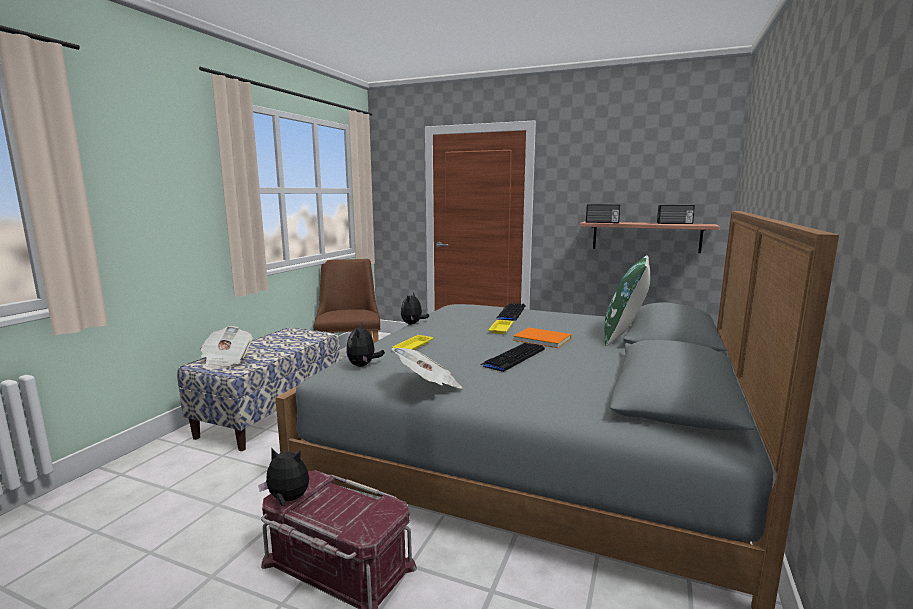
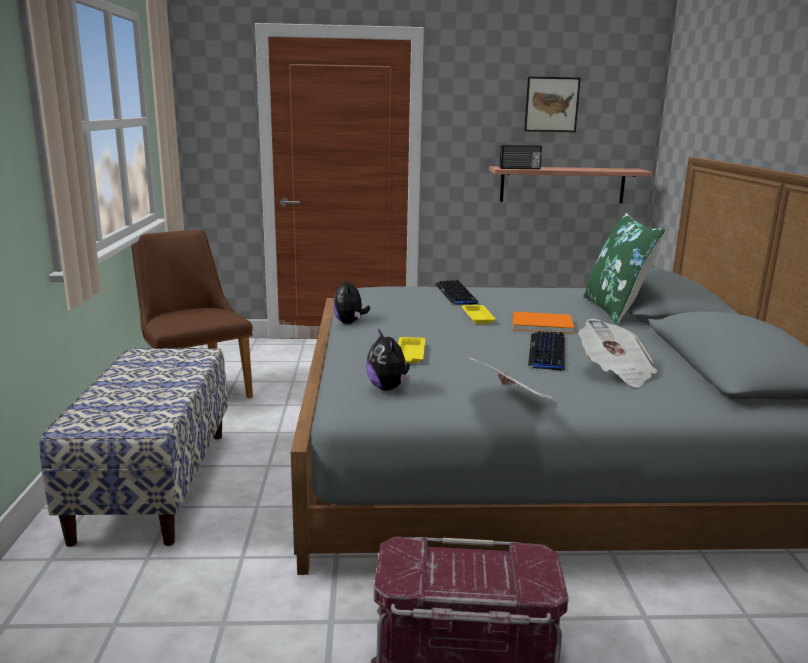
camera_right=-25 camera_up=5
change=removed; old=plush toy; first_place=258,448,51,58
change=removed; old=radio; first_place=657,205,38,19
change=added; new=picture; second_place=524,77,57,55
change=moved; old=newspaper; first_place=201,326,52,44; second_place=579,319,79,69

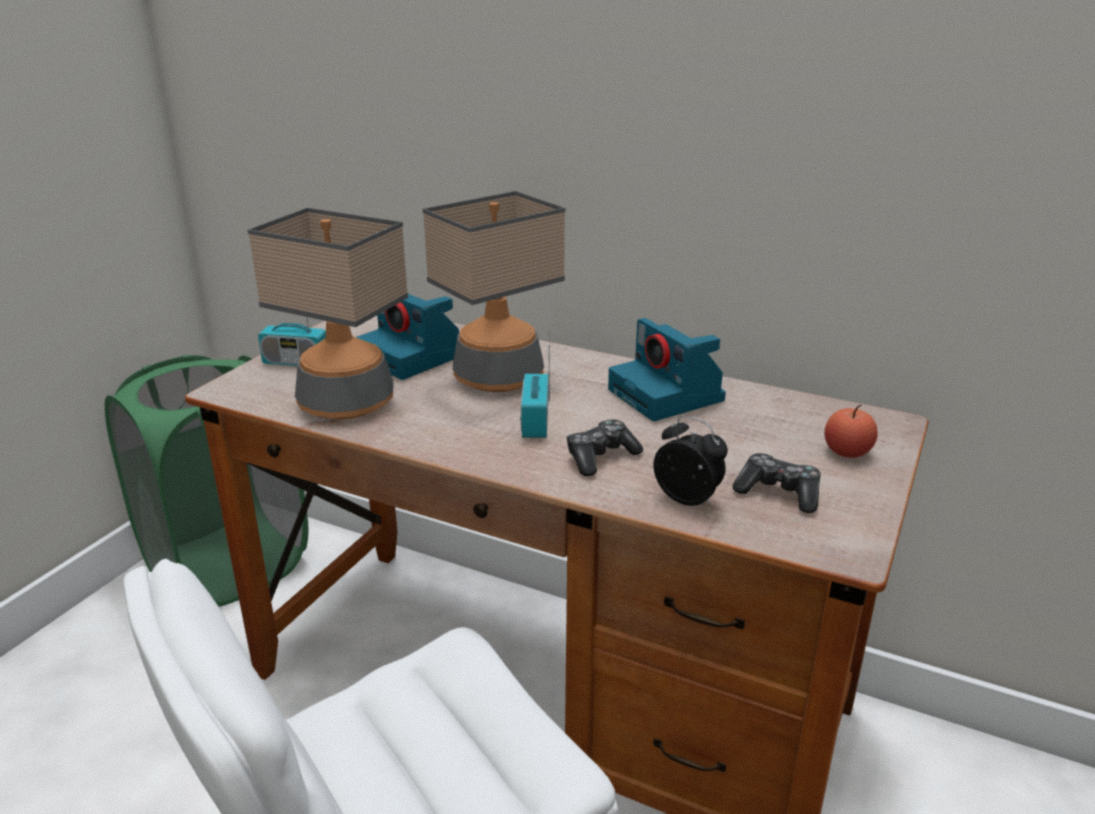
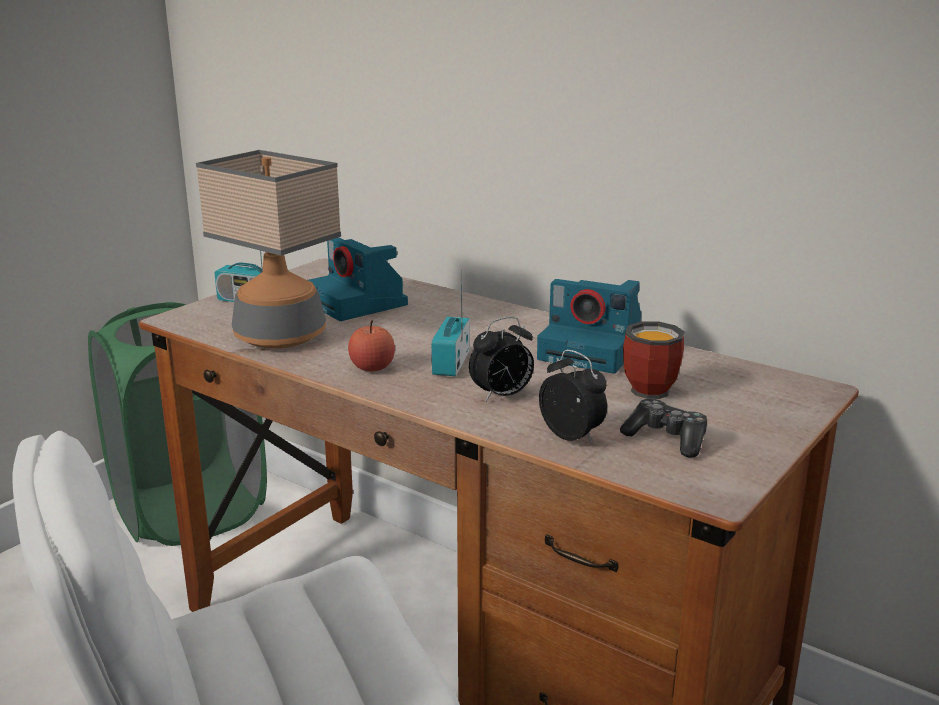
camera_right=10 camera_up=-5
change=removed; old=table lamp; first_place=423,191,142,201
change=added; new=mug; second_place=623,322,62,77
change=moved; old=apple; first_place=825,405,53,53; second_place=348,320,47,51
change=replaced; old=game controller; new=alarm clock; first_place=567,419,76,57; second_place=469,317,65,85
change=turned; old=photo camera; first_place=608,318,118,103; second_place=537,279,104,95; degrees=-45

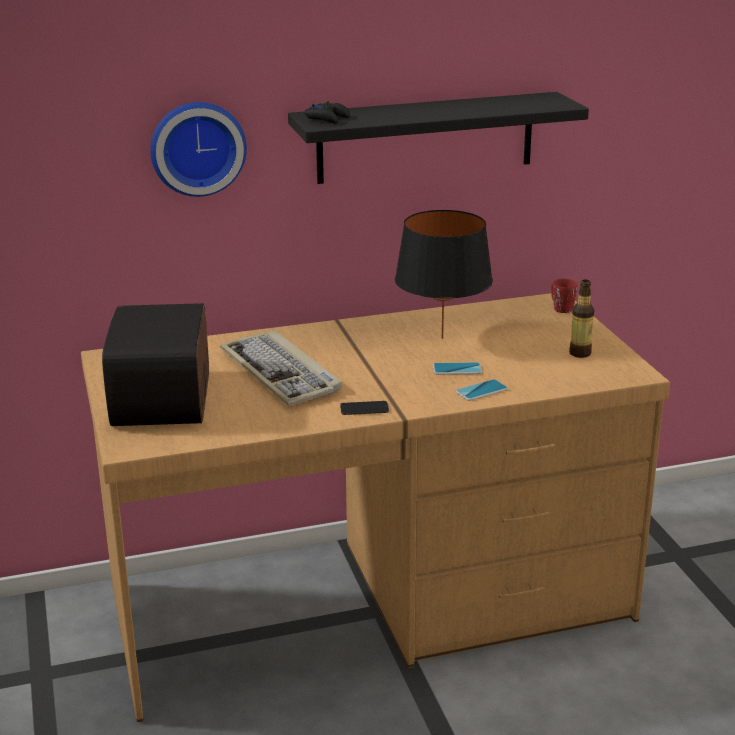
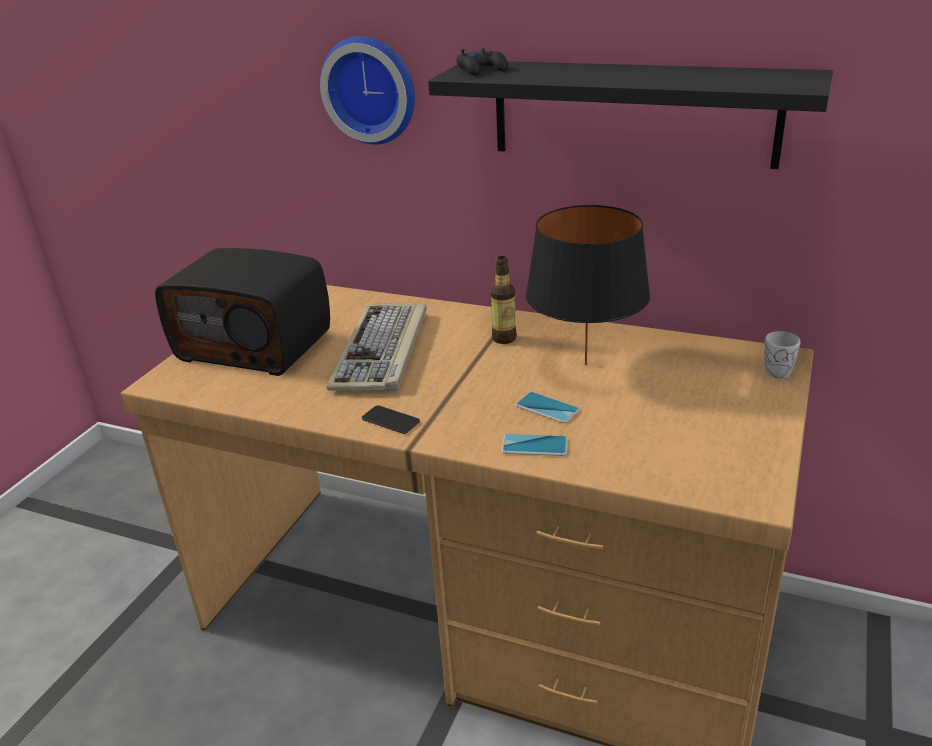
camera_right=40 camera_up=5
change=moved; old=bottle; first_place=569,280,25,78; second_place=491,256,26,88
change=recoloured; old=red mug; new=white mug; first_place=551,279,27,34; second_place=764,331,37,48
change=turned; old=radio; first_place=102,303,107,123; second_place=155,248,175,128; degrees=-105

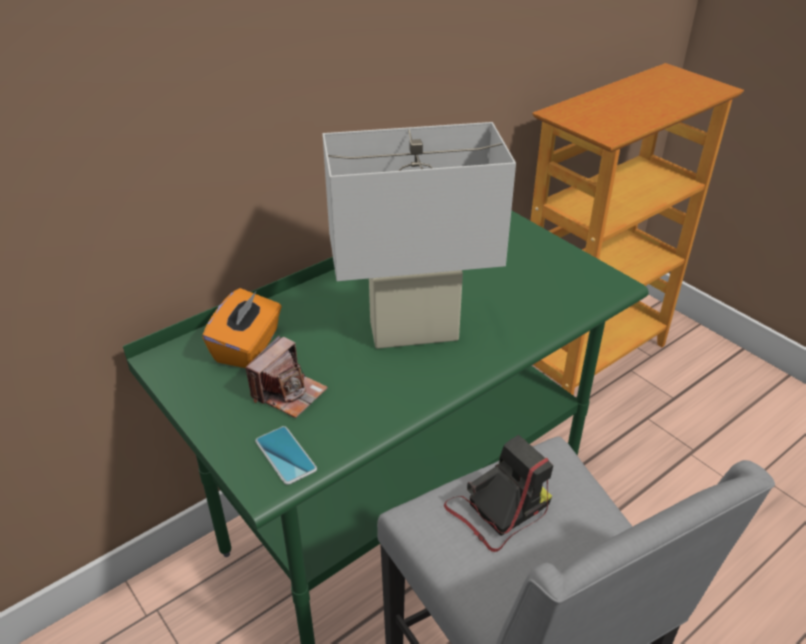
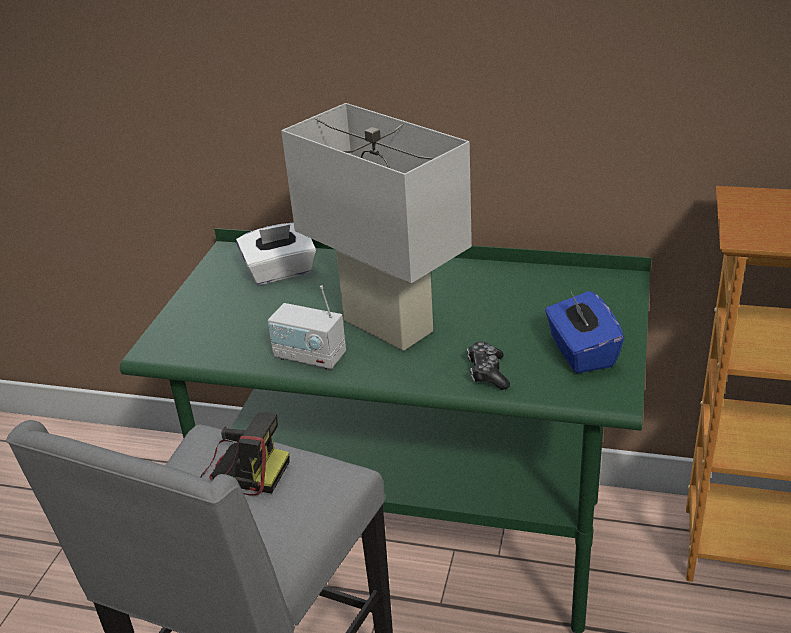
camera_right=55 camera_up=-5
change=removed; old=photo camera; first_place=245,336,83,82
change=removed; old=phone; first_place=255,426,62,59
change=added; new=radio; second_place=268,286,78,83
change=added; new=game controller; second_place=467,342,43,48
change=added; new=blue tissue box; second_place=545,290,79,83
change=recoloured; old=orange tissue box; new=white tissue box; first_place=202,288,80,80; second_place=236,223,80,62

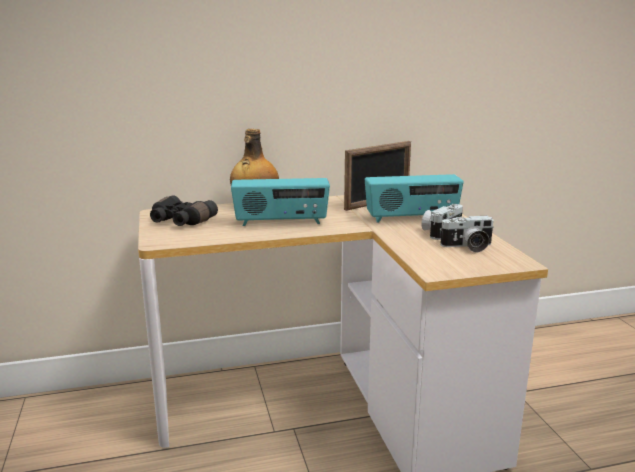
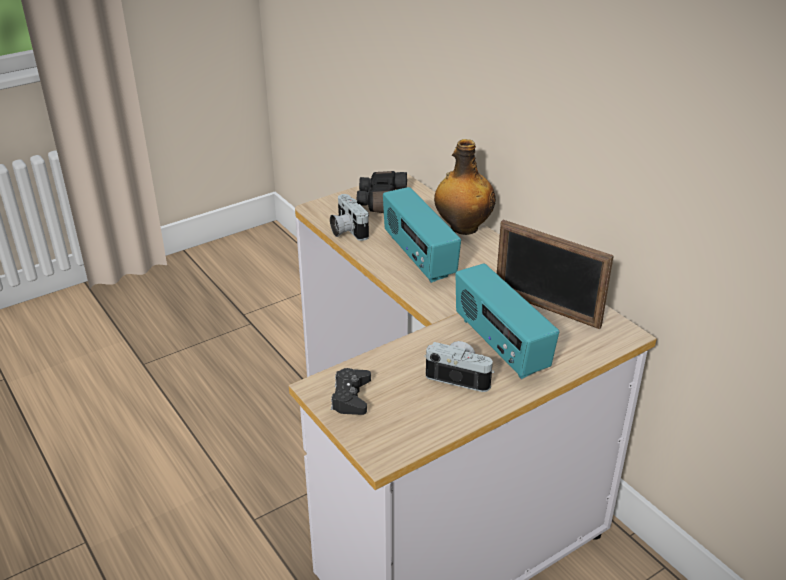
camera_right=70 camera_up=15
change=added; new=black game controller; second_place=331,368,40,47
change=moved; old=photo camera; first_place=440,216,54,37; second_place=330,194,39,47

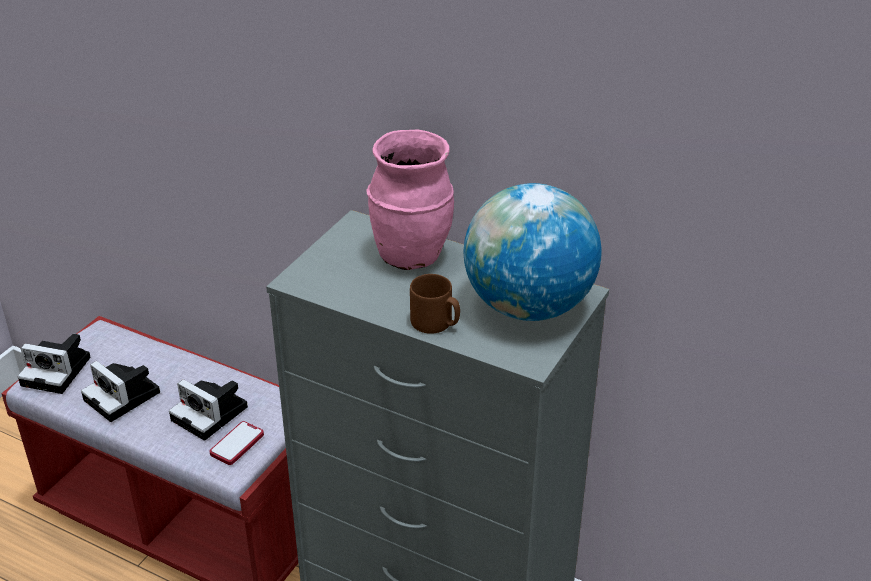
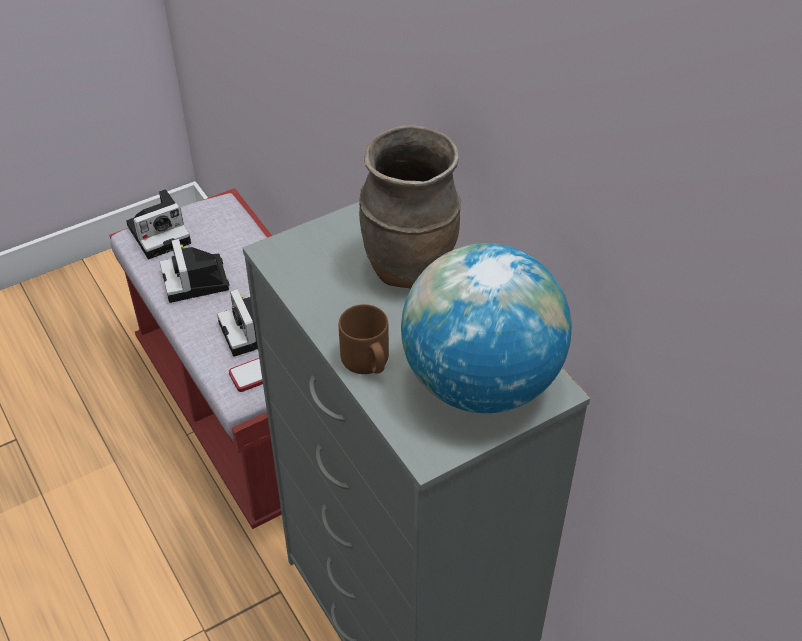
camera_right=30 camera_up=10
change=recoloured; old=pink vase; new=brown vase; first_place=366,130,88,140; second_place=359,125,102,163
change=turned; old=photo camera; first_place=17,334,74,60; second_place=126,189,65,70; degrees=-75

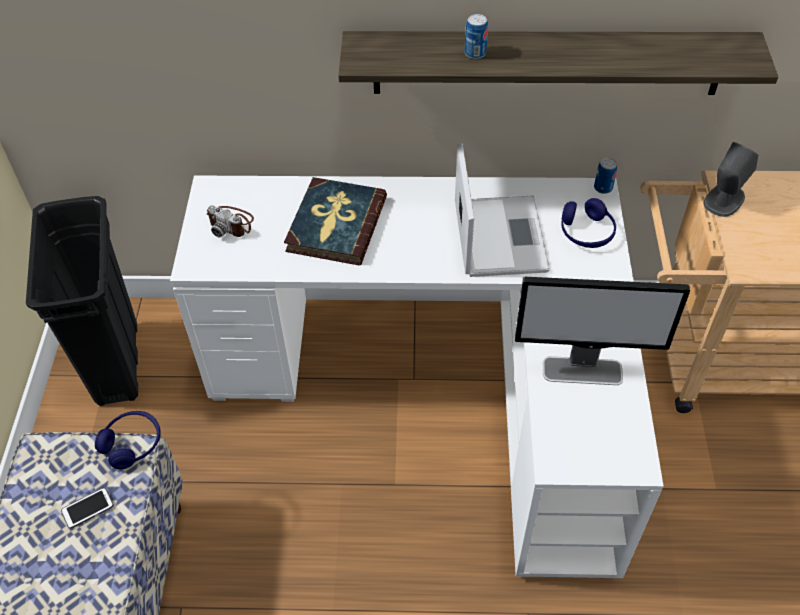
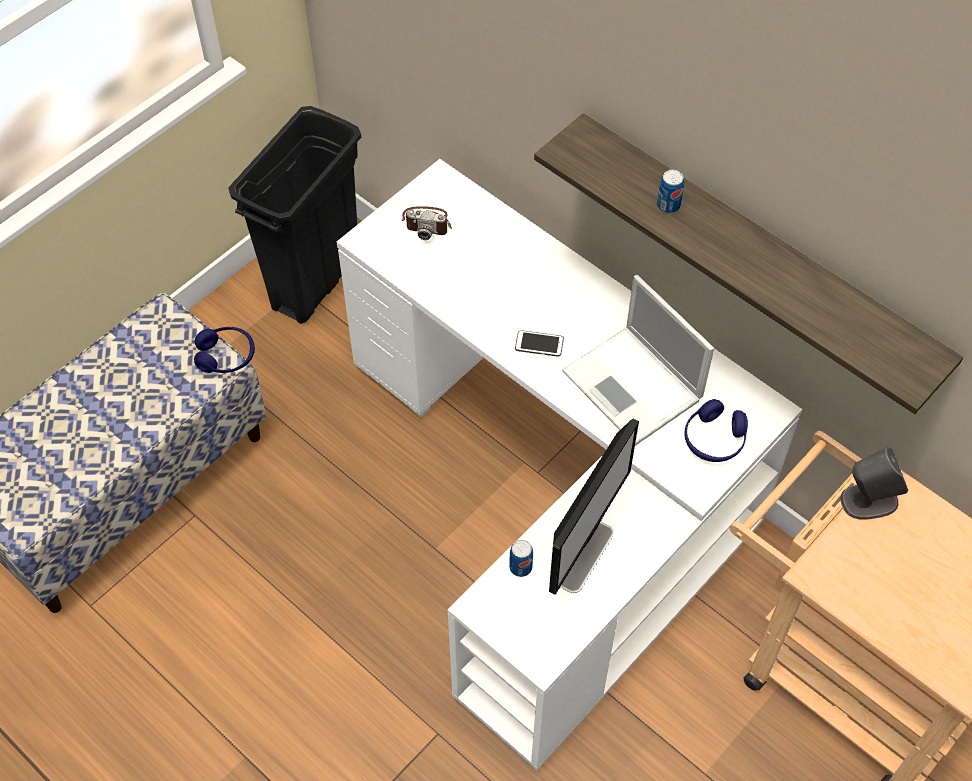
camera_right=40 camera_up=5
change=removed; old=book; first_place=284,177,103,88
change=moved; old=phone; first_place=61,488,53,41; second_place=515,330,49,26
change=moved; old=can; first_place=594,158,23,36; second_place=509,540,24,37
change=turned; old=photo camera; first_place=207,205,47,32; second_place=402,206,50,34; degrees=-60
change=turned; old=laptop; first_place=455,143,95,134; second_place=562,275,152,171; degrees=105
change=turned; old=monitor; first_place=515,277,175,108; second_place=549,418,90,177; degrees=-105

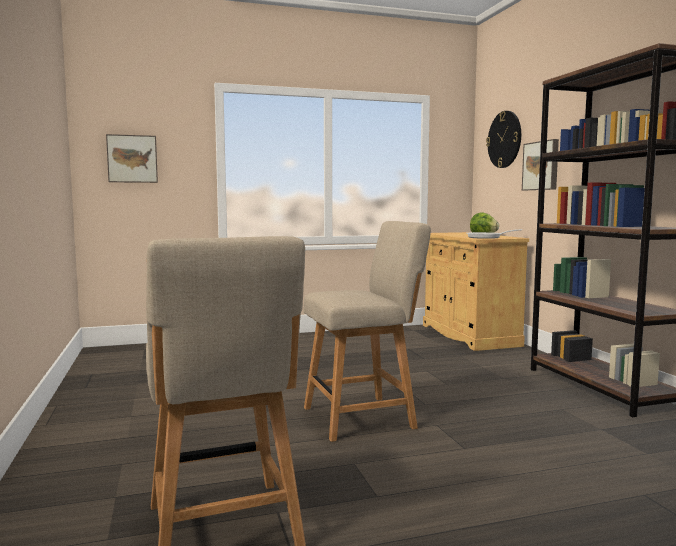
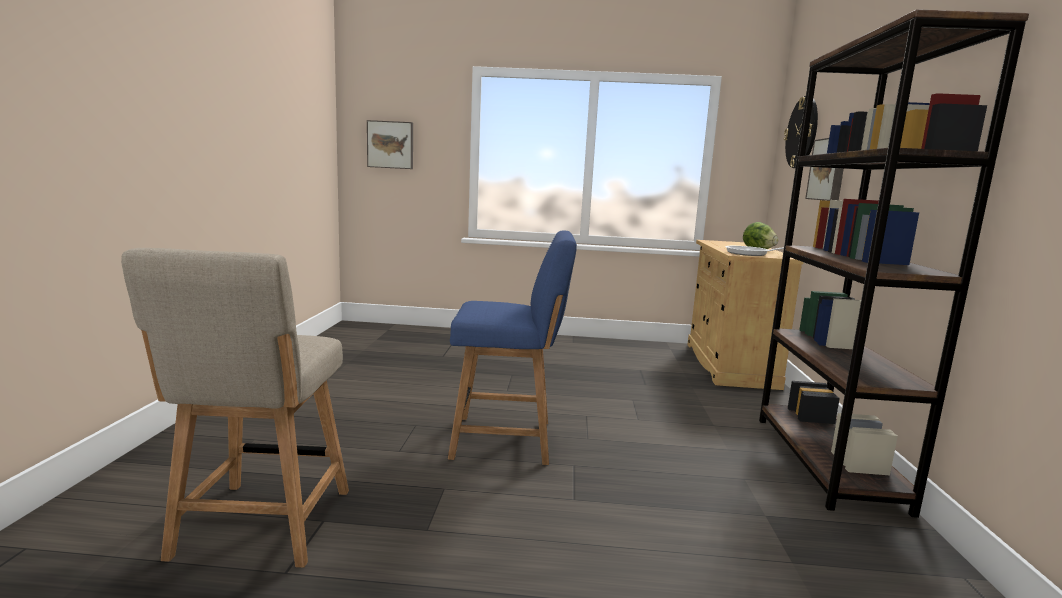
camera_right=20 camera_up=5
change=recoloured; old=beige chair; new=blue chair; first_place=303,221,128,221; second_place=448,231,129,234

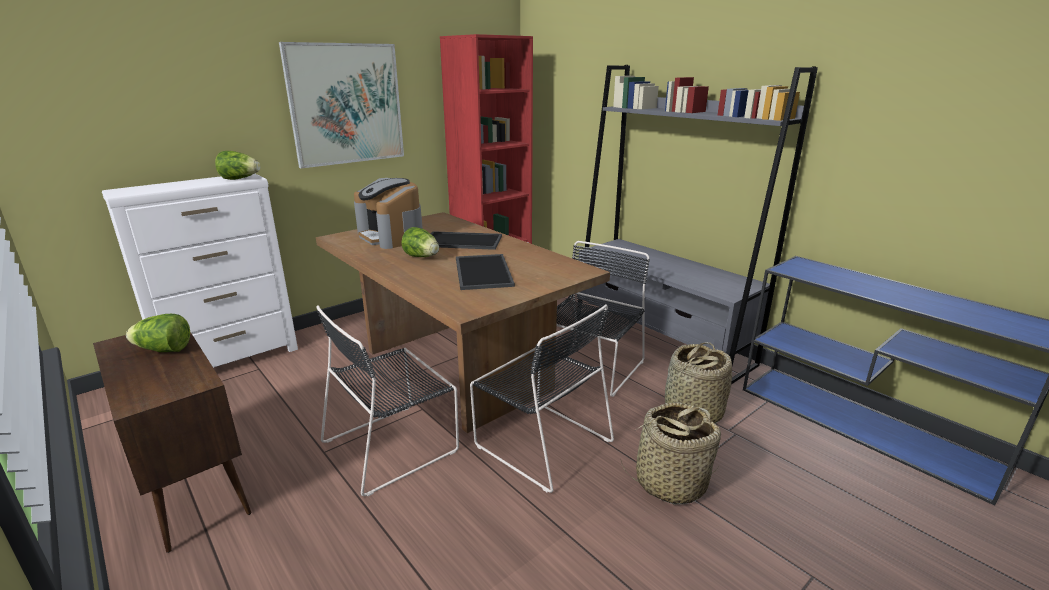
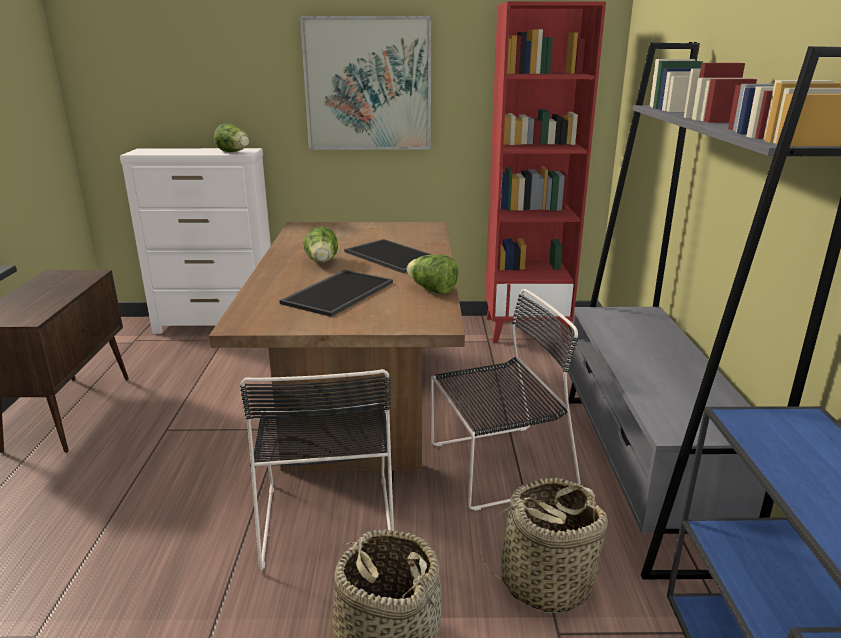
camera_right=40 camera_up=0
change=removed; old=black chair; first_place=317,305,142,191
change=removed; old=coffee machine; first_place=354,178,69,71
change=moved; old=lettuce; first_place=126,314,64,38; second_place=407,255,52,40

